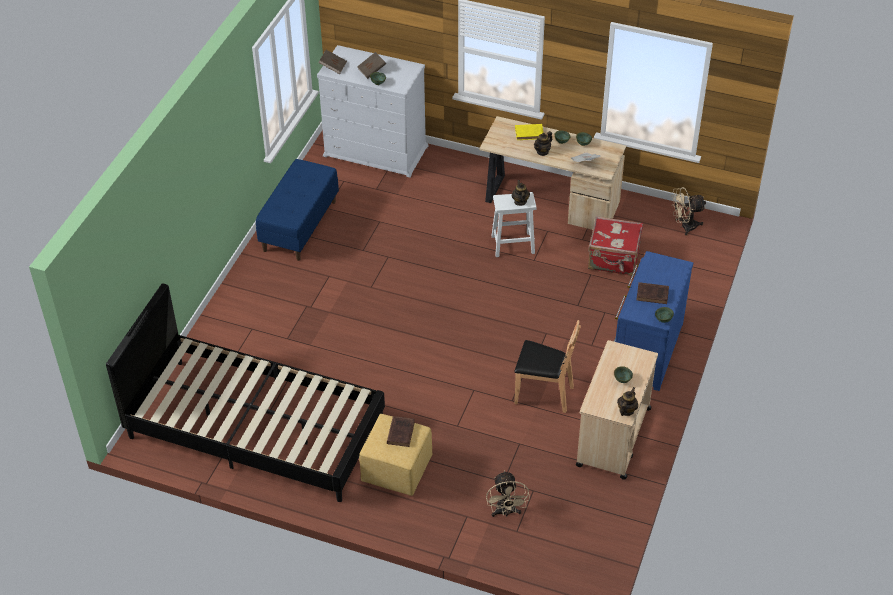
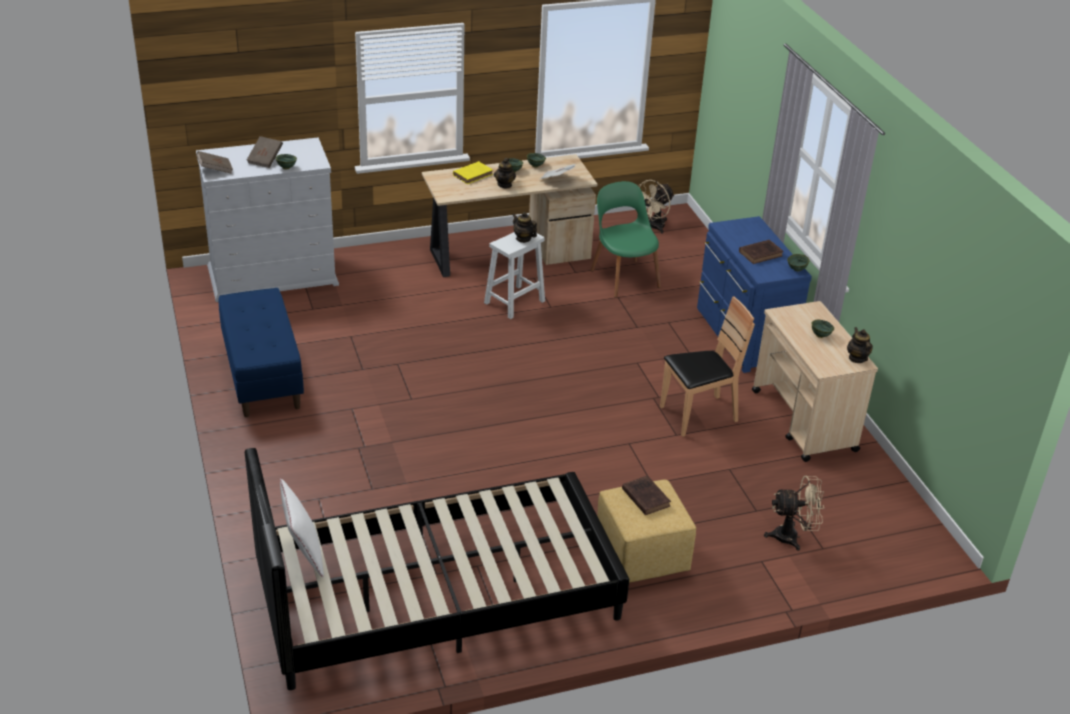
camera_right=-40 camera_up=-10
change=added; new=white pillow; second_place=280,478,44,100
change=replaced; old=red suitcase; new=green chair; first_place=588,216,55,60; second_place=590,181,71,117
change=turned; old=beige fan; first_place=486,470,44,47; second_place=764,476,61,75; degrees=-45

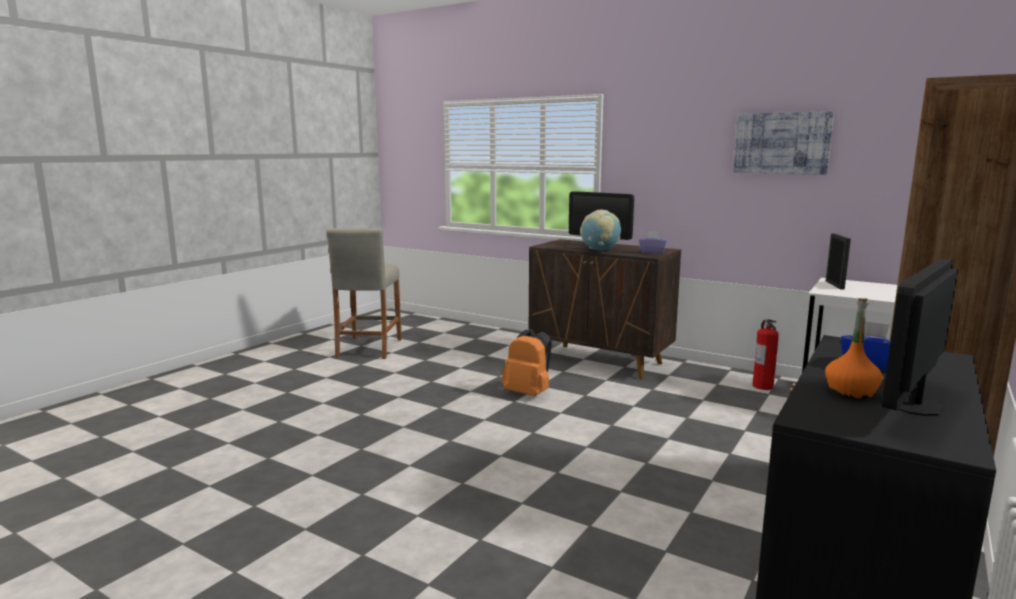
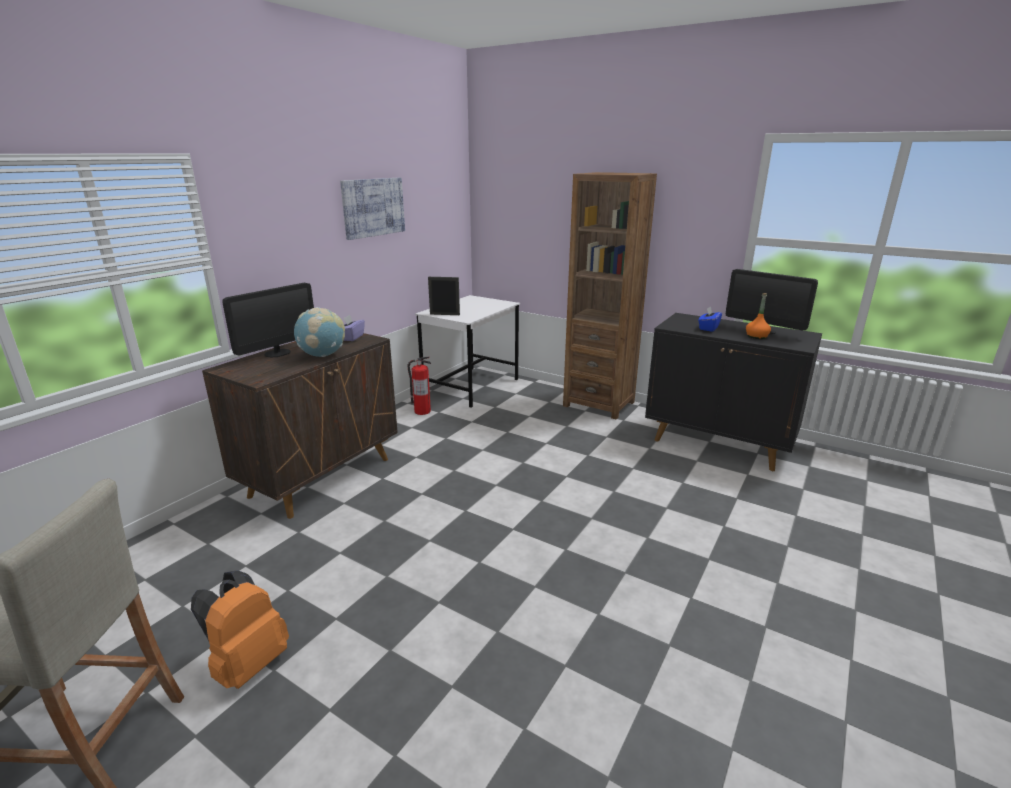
camera_right=-90 camera_up=10
change=moved; old=orange backpack; first_place=502,329,50,67; second_place=191,570,98,119

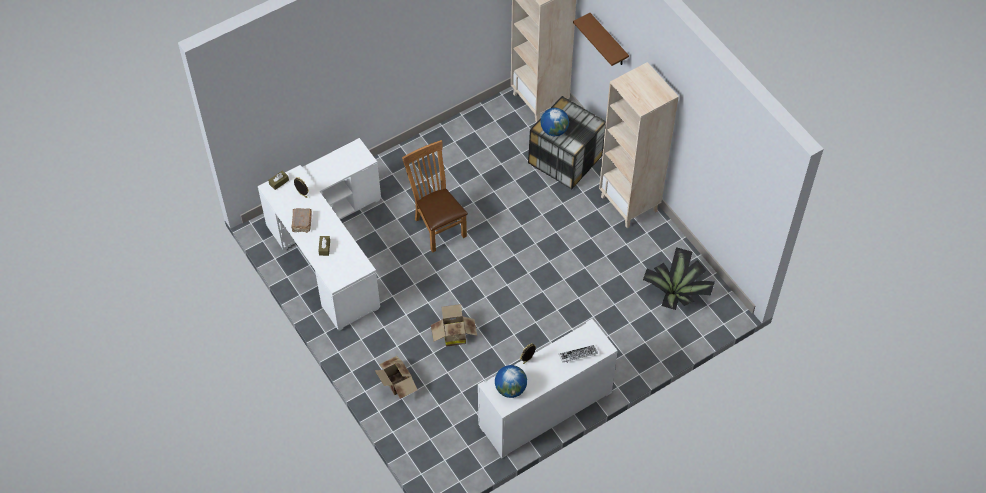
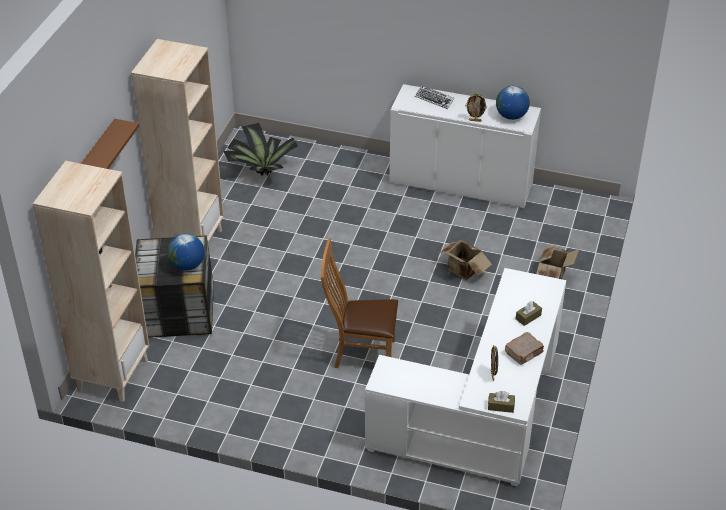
camera_right=-130 camera_up=-15
change=turned; old=brown chair; first_place=402,140,66,112; second_place=321,239,77,129; degrees=75

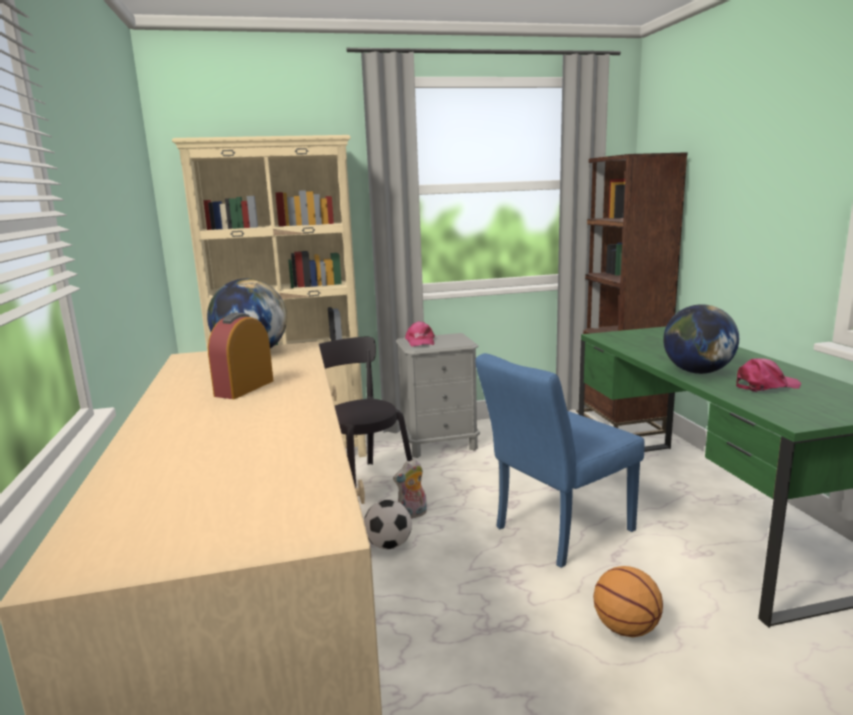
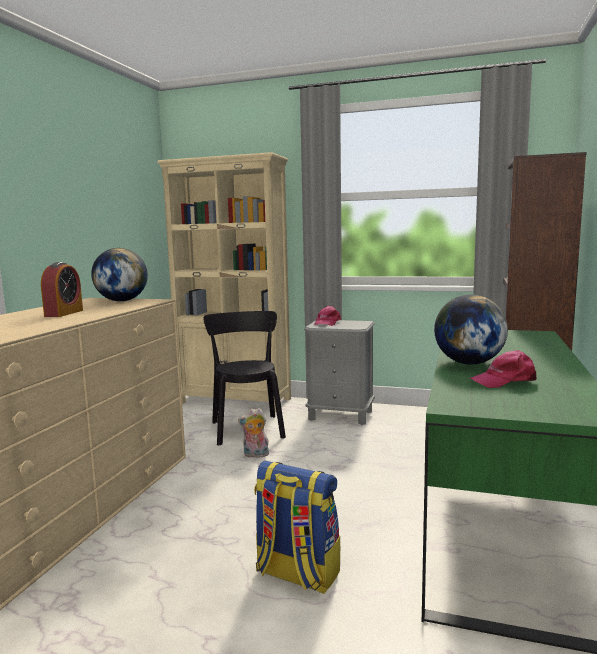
camera_right=30 camera_up=-5
change=removed; old=football; first_place=364,499,48,50
change=removed; old=blue chair; first_place=475,353,170,215
change=replaced; old=basketball; new=backpack; first_place=593,566,70,71; second_place=254,461,86,133
change=turned; old=alarm clock; first_place=208,313,65,86; second_place=41,262,42,55; degrees=135
change=turned; old=pink cap; first_place=736,358,65,34; second_place=469,350,68,38; degrees=150

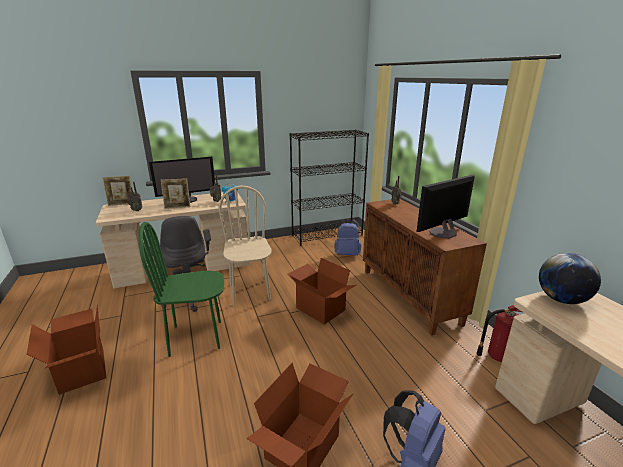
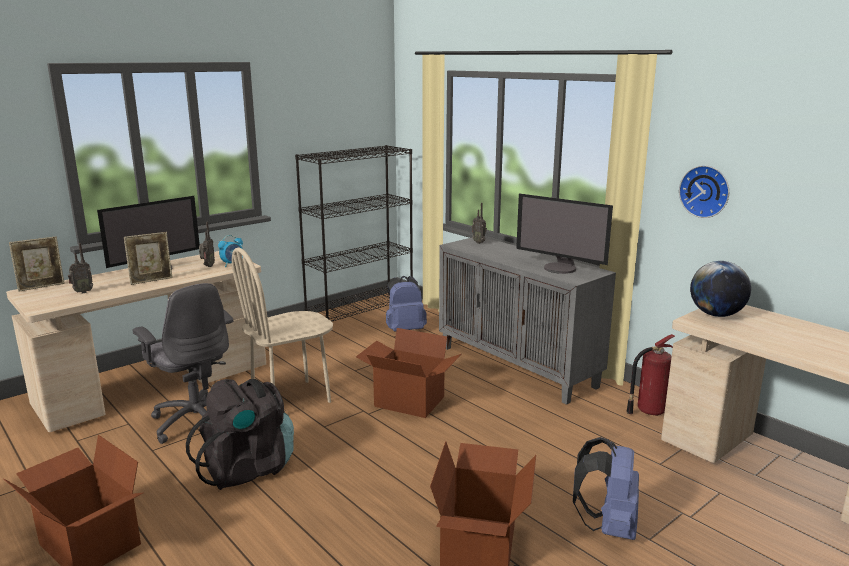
camera_right=-20 camera_up=-5
change=added; new=wall clock; second_place=679,165,50,53
change=replaced; old=green chair; new=black backpack; first_place=139,222,85,135; second_place=186,379,108,111
change=recoloured; old=brown cabinet; new=grey cabinet; first_place=363,199,124,137; second_place=439,237,177,168
change=turned; old=beige chair; first_place=218,186,53,120; second_place=232,247,101,156; degrees=-90
change=turned; old=monitor; first_place=416,175,59,64; second_place=516,193,97,81; degrees=-90

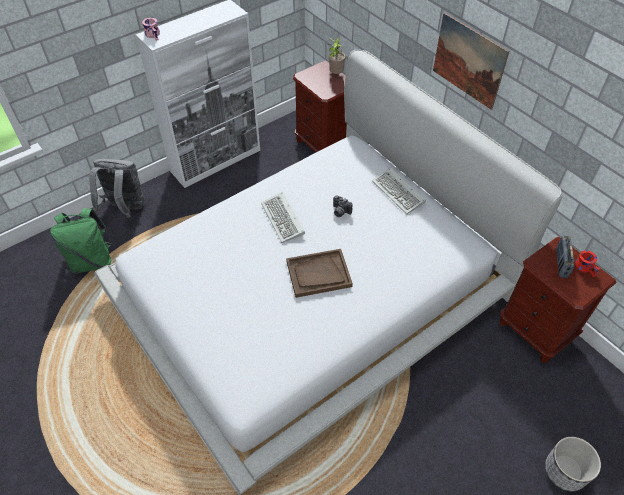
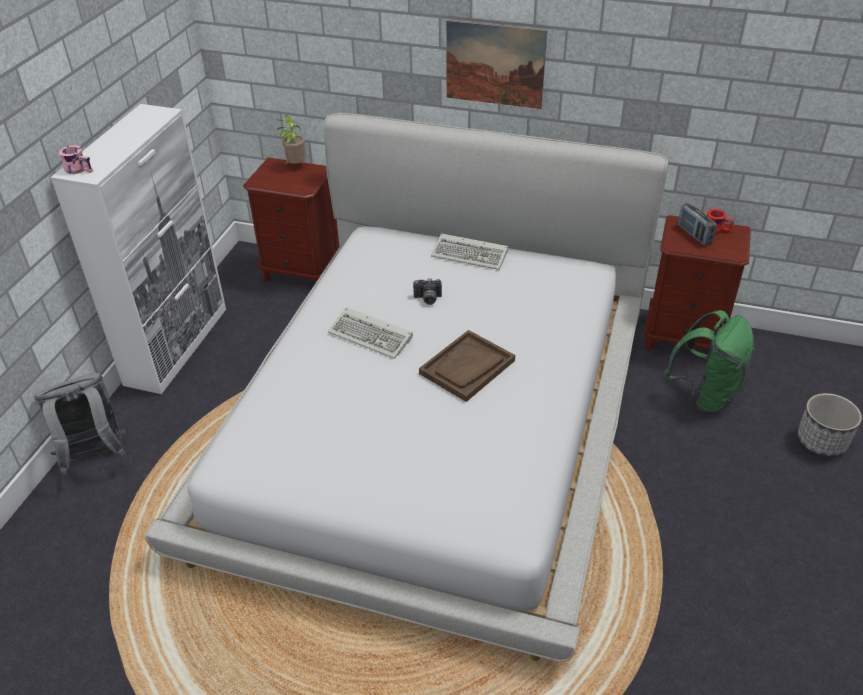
camera_right=-35 camera_up=-10
change=moved; old=green backpack; first_place=50,208,62,66; second_place=665,310,90,102

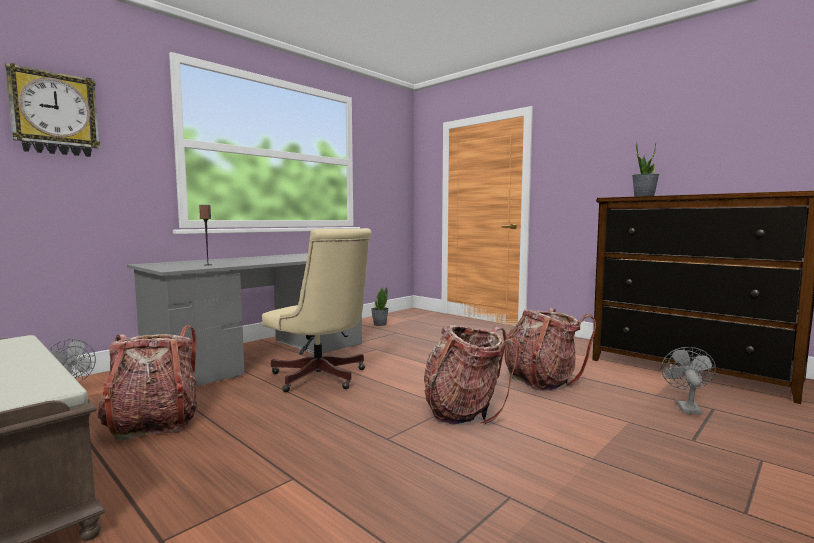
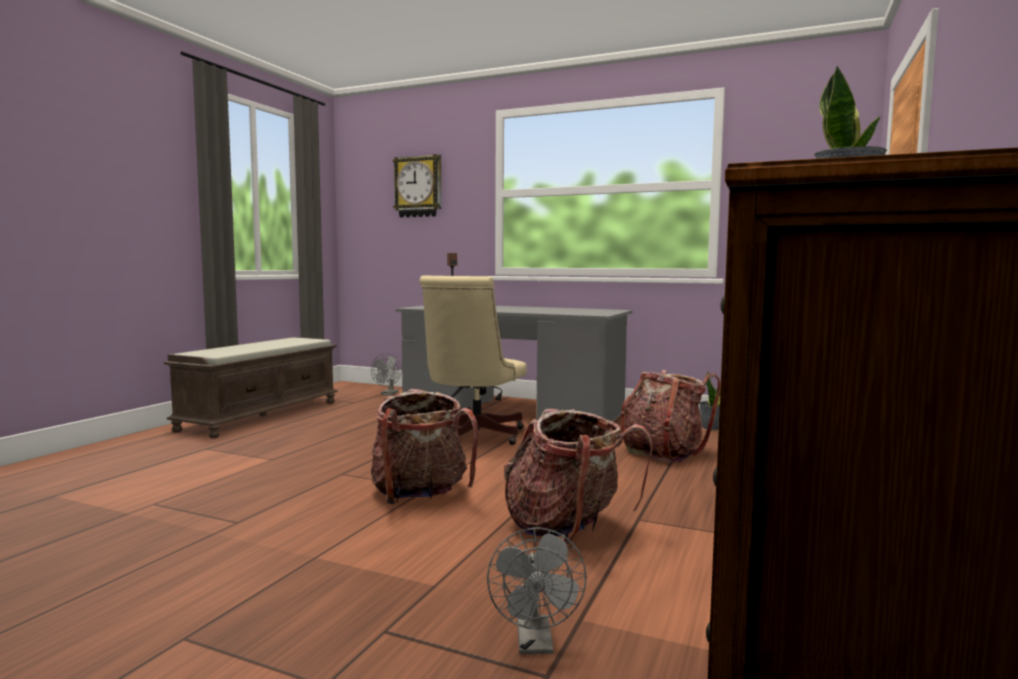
camera_right=70 camera_up=0
change=moved; old=backpack; first_place=97,325,101,116; second_place=621,370,100,93
change=turned; old=grey fan; first_place=661,347,55,68; second_place=487,527,100,127; degrees=90

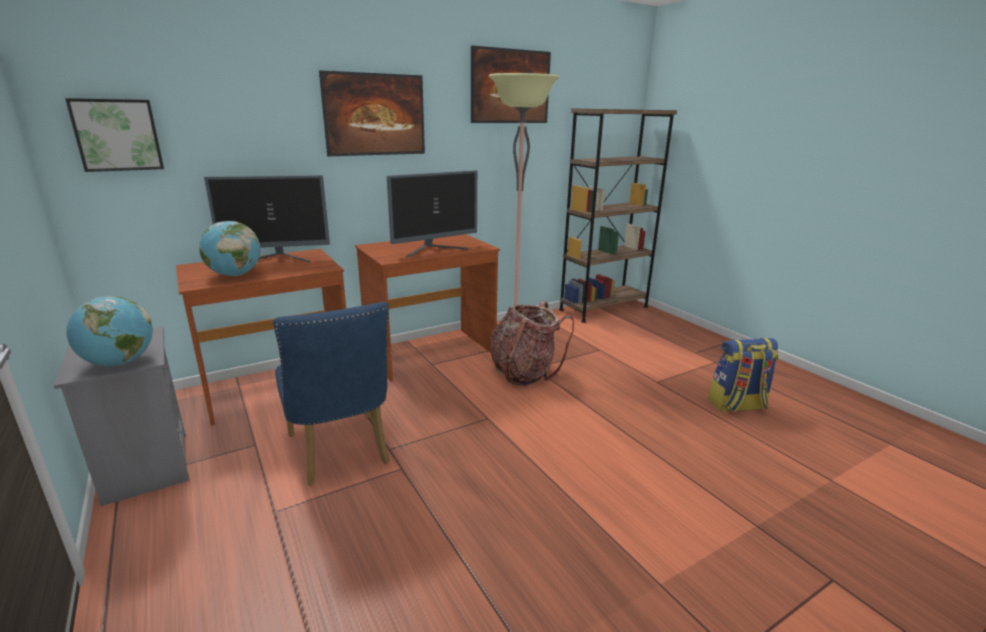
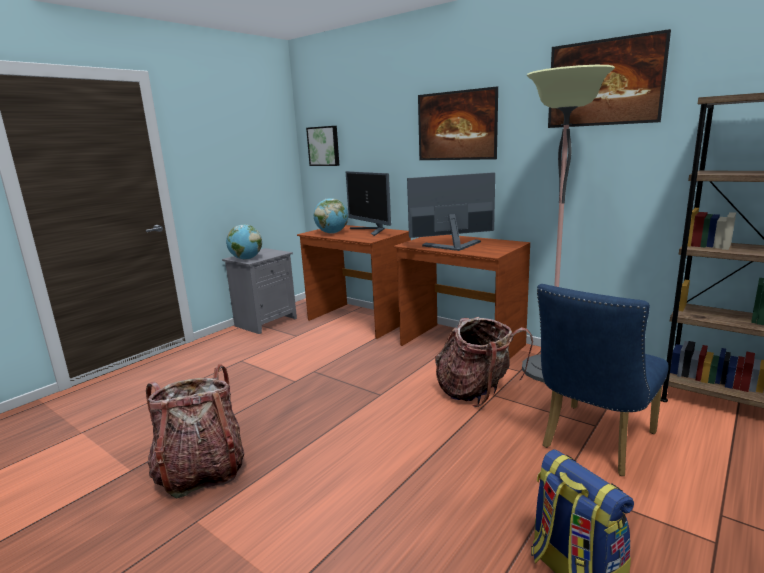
camera_right=70 camera_up=-5
change=added; new=backpack; second_place=146,364,98,134
change=moved; old=blue chair; first_place=273,302,116,184; second_place=537,284,132,192
change=turned; old=monitor; first_place=387,170,90,88; second_place=407,172,88,79; degrees=135

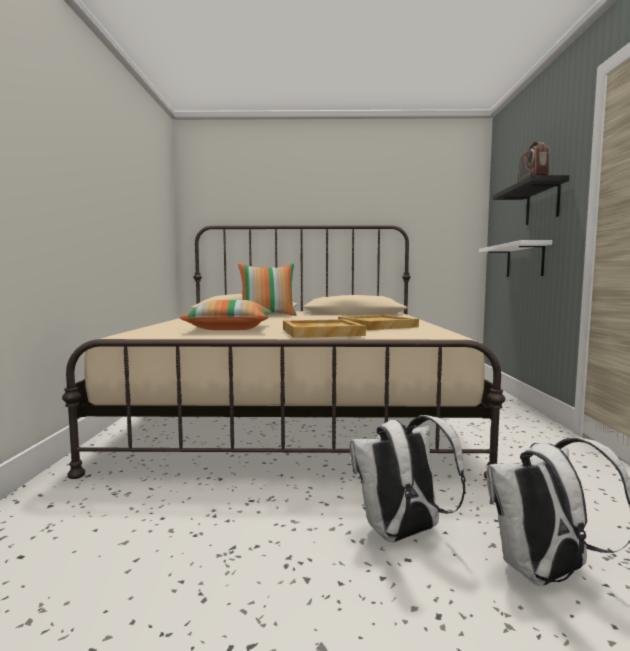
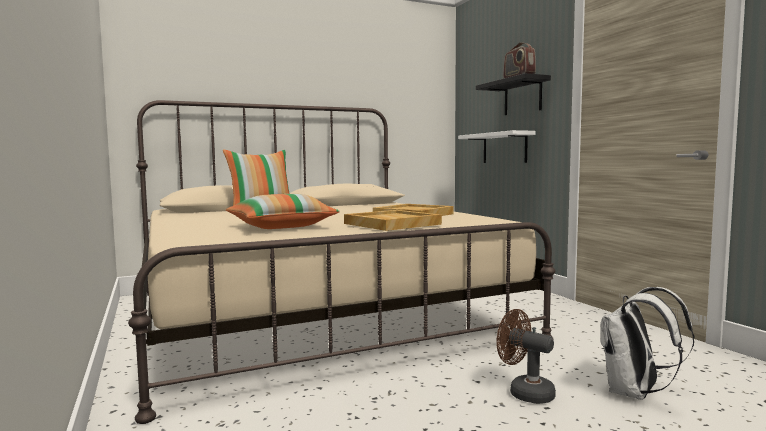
camera_right=-25 camera_up=0
change=replaced; old=white backpack; new=brown fan; first_place=350,415,116,127; second_place=496,309,60,95

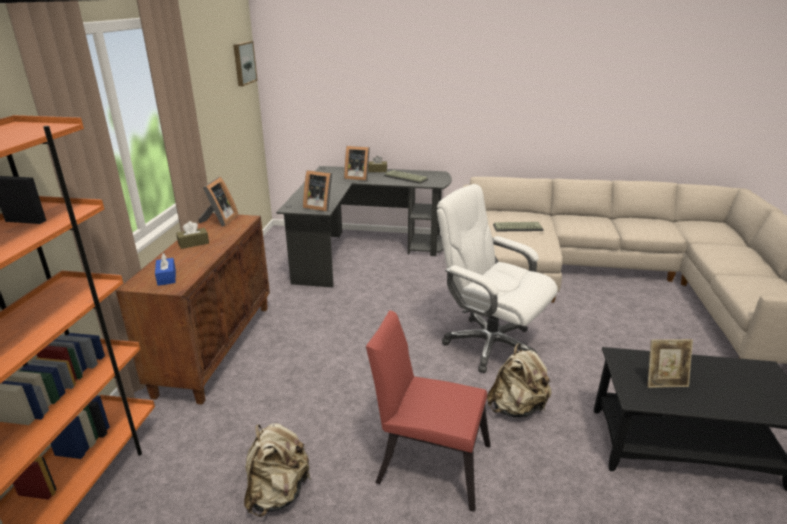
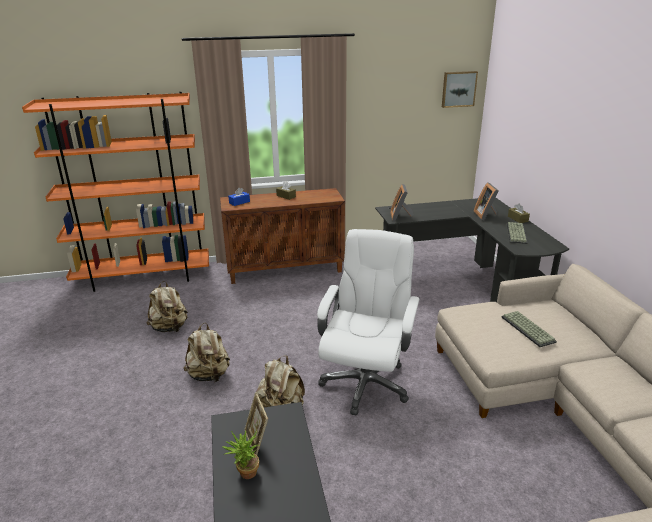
camera_right=70 camera_up=0
change=removed; old=picture frame; first_place=198,177,41,50
change=added; new=potted plant; second_place=222,431,38,48
change=replaced; old=red chair; new=beige backpack; first_place=366,310,124,202; second_place=183,323,47,59

